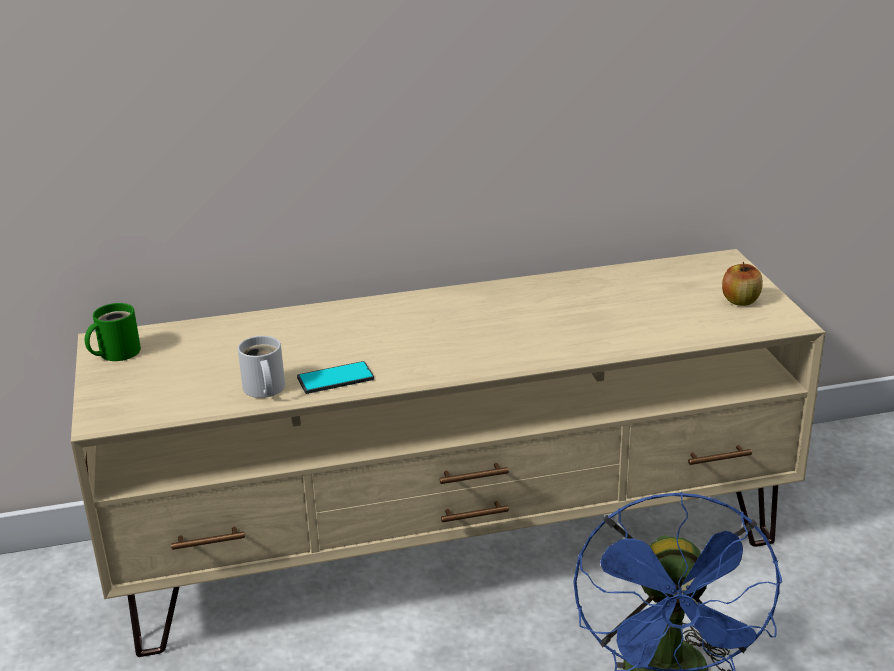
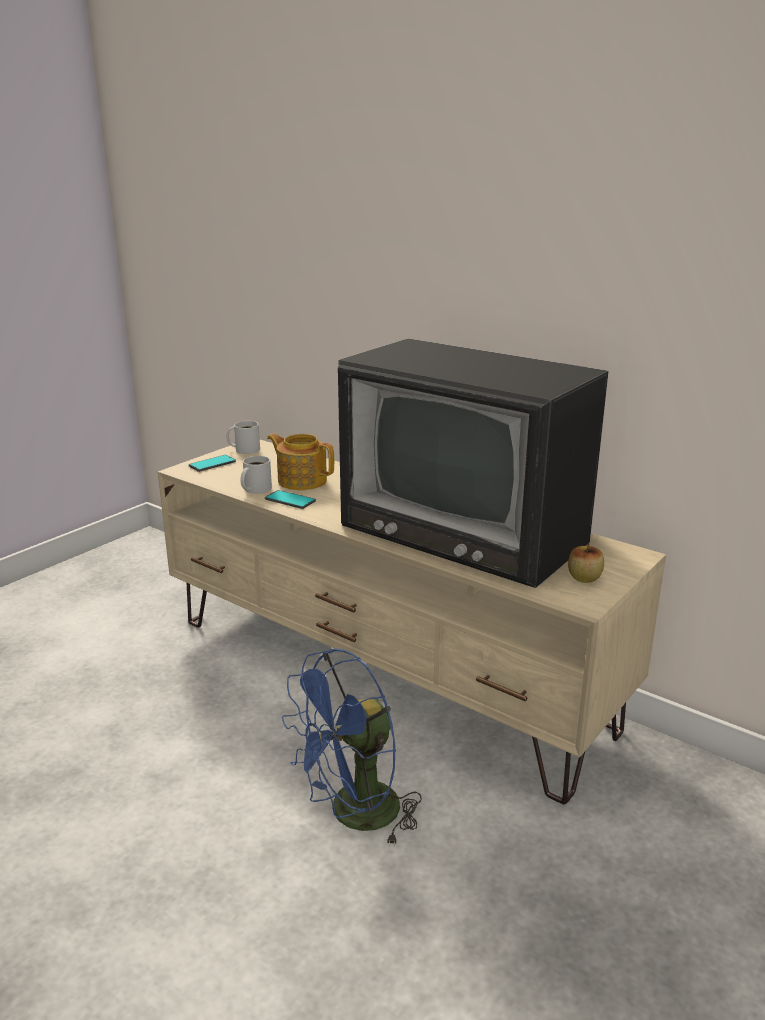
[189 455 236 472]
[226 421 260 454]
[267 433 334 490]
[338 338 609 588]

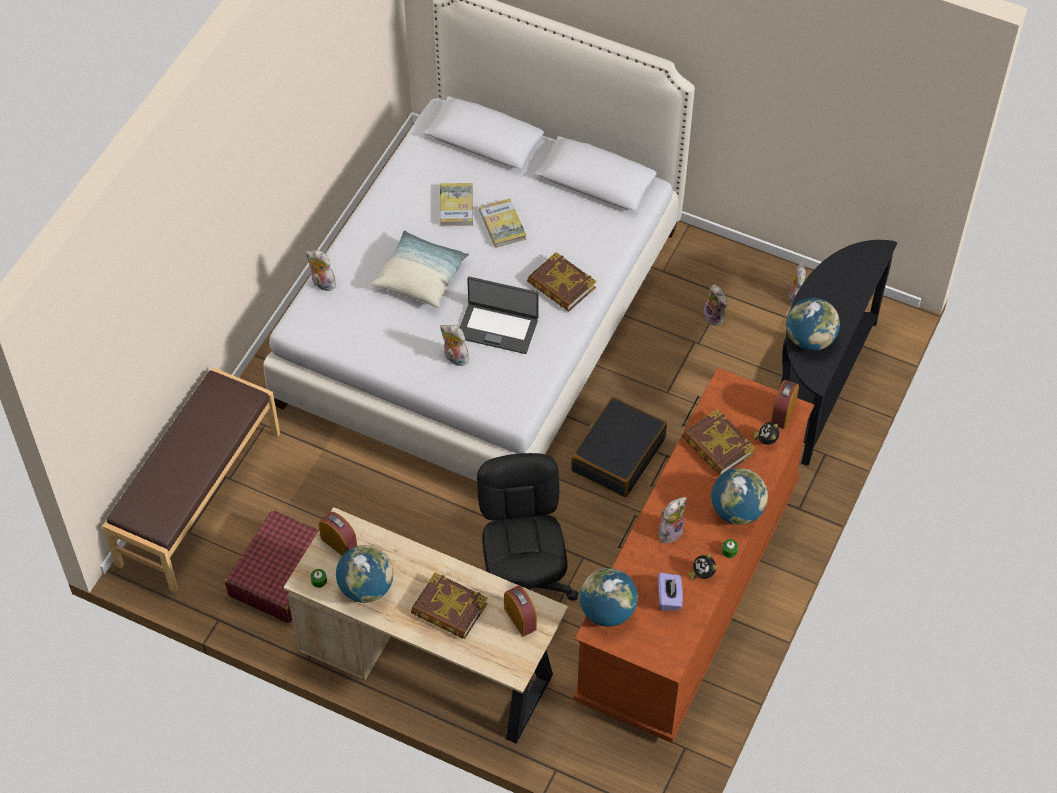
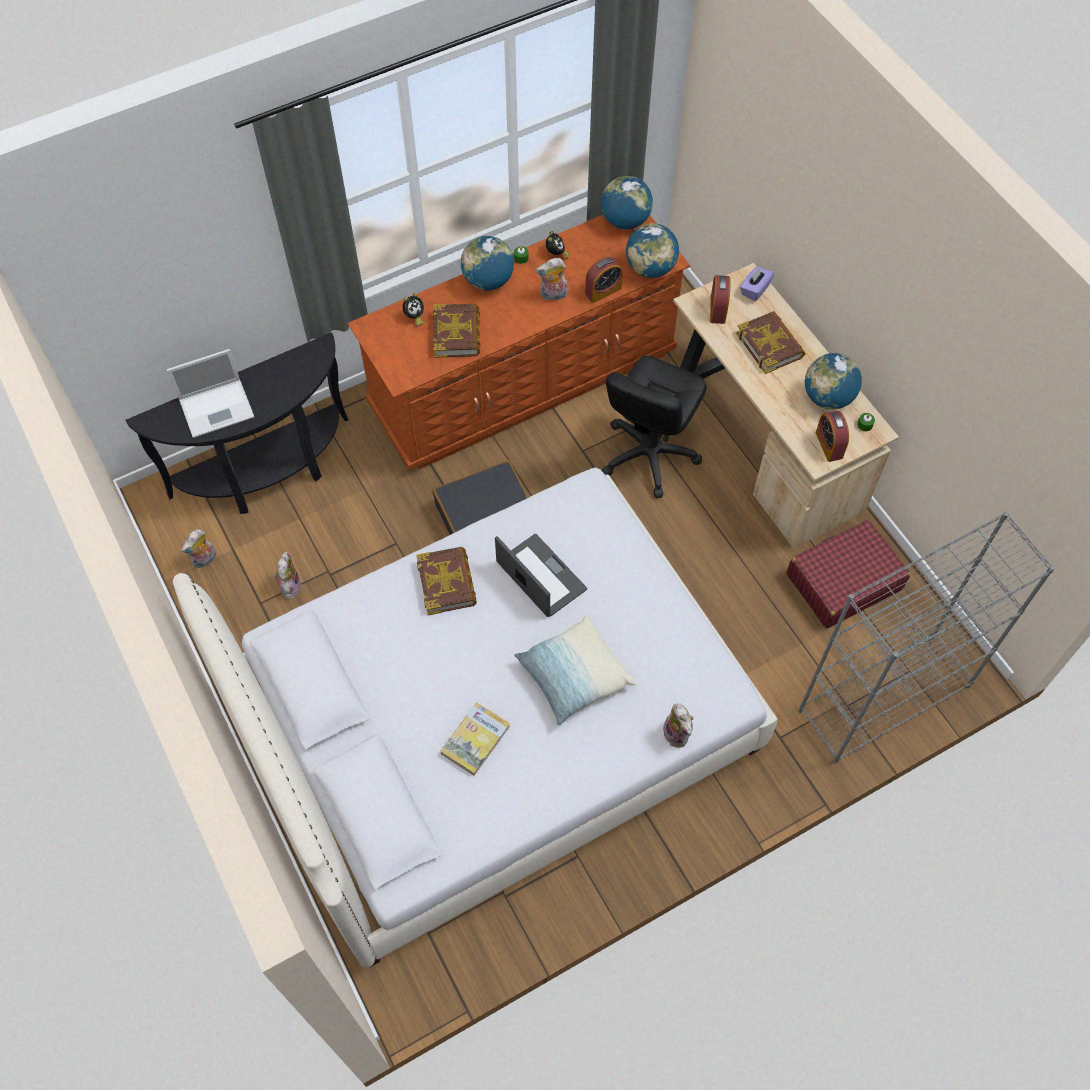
[167 349 254 438]
[585 256 623 303]
[601 176 653 229]
[740 267 774 301]
[798 512 1055 764]
[440 325 469 366] (first image)
[479 199 526 248] (first image)

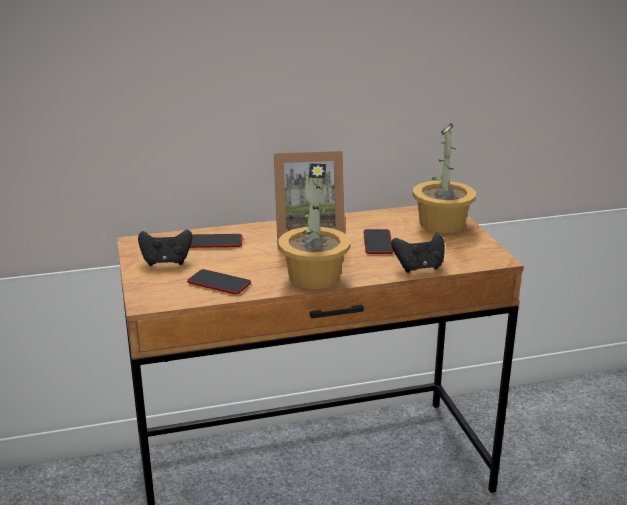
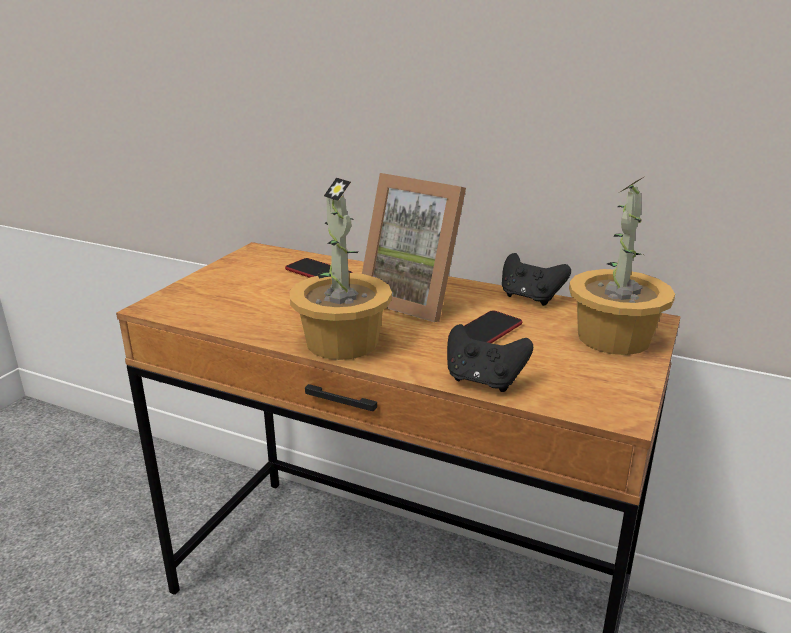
[502 253 571 306]
[187 269 251 295] (first image)

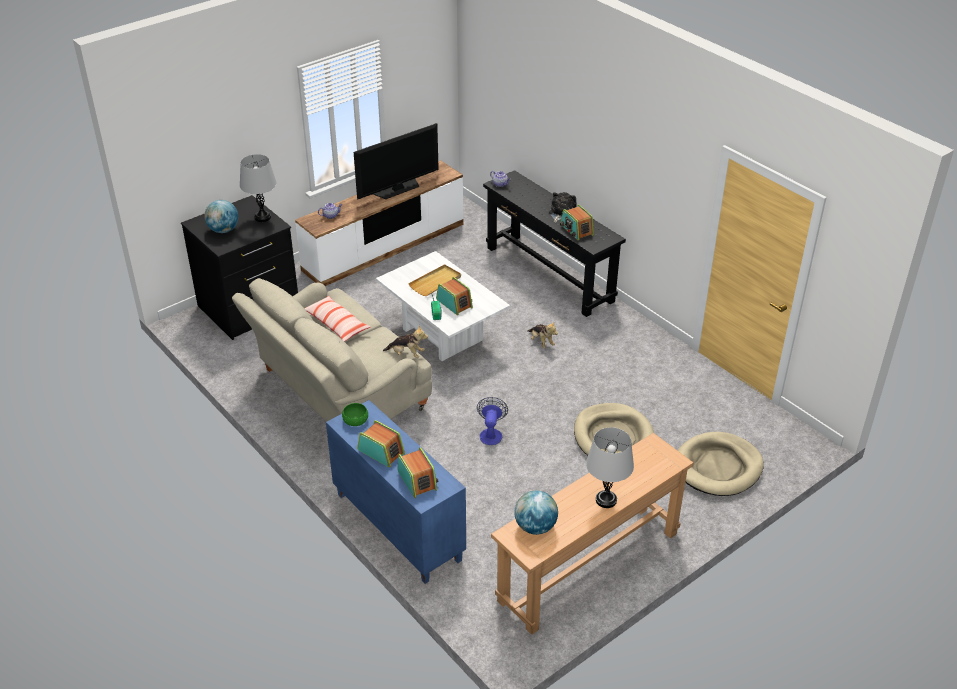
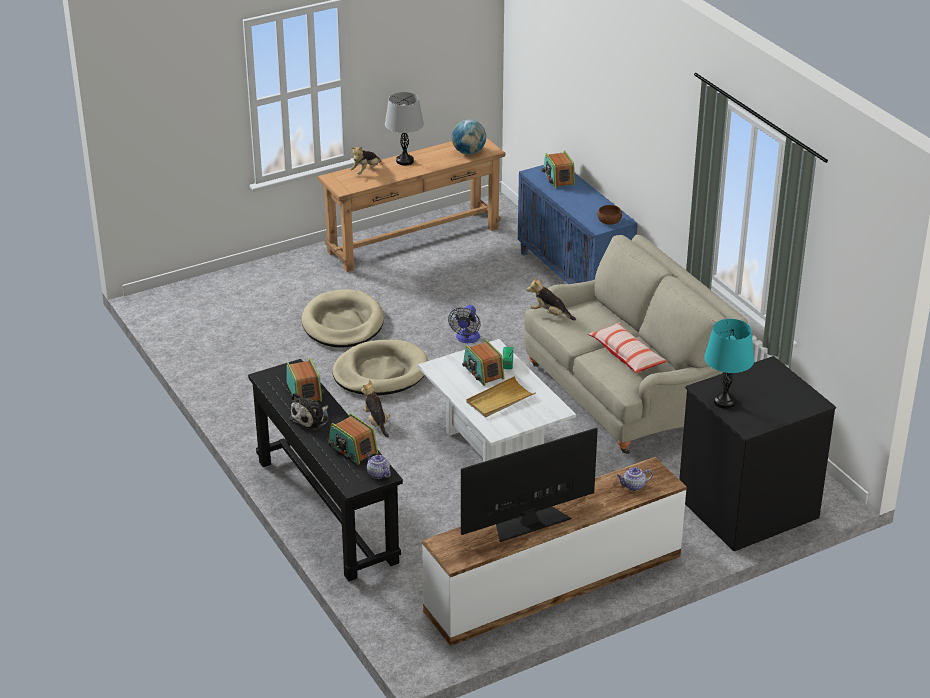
[328 414 378 465]
[332 339 428 396]
[350 147 381 175]
[597 205 622 225]
[704 319 754 409]
[204 200 238 233] (first image)

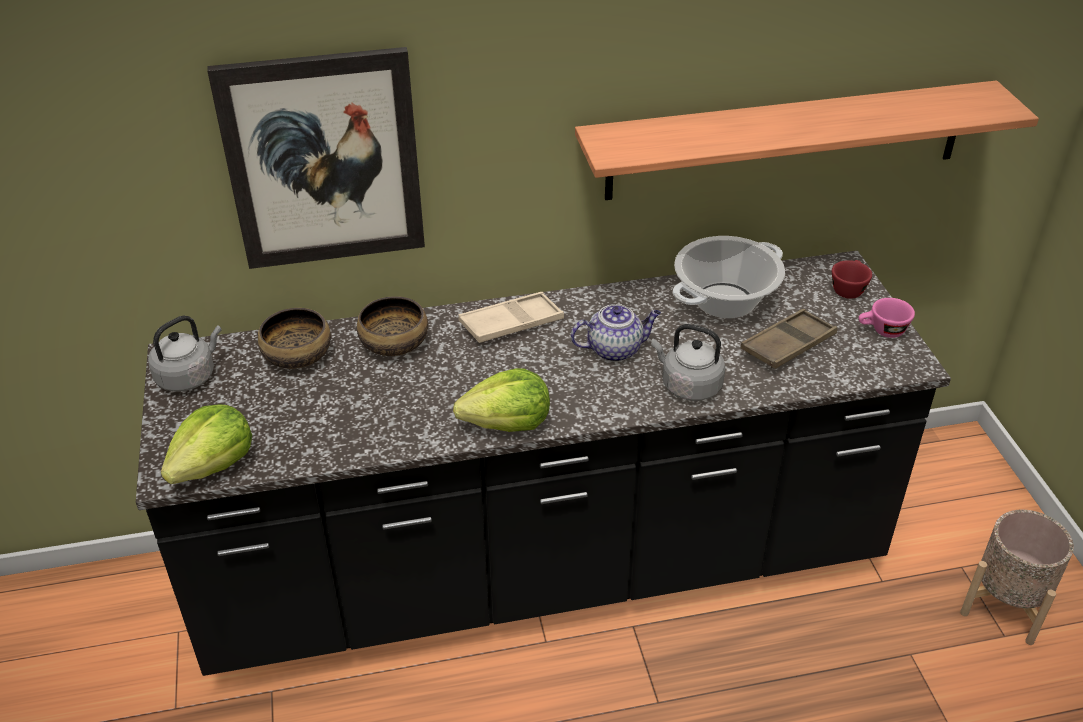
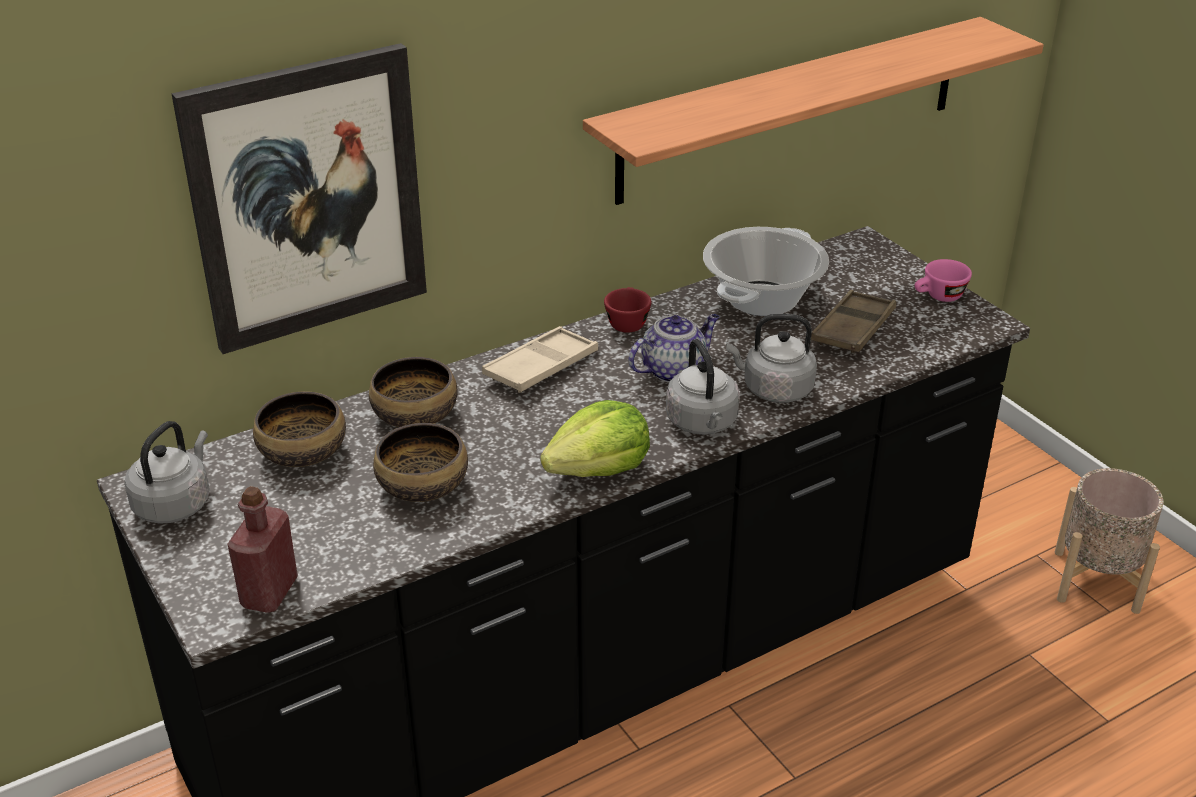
[227 486 298 612]
[373 423 468 502]
[604 287 651 333]
[666 339 740 435]

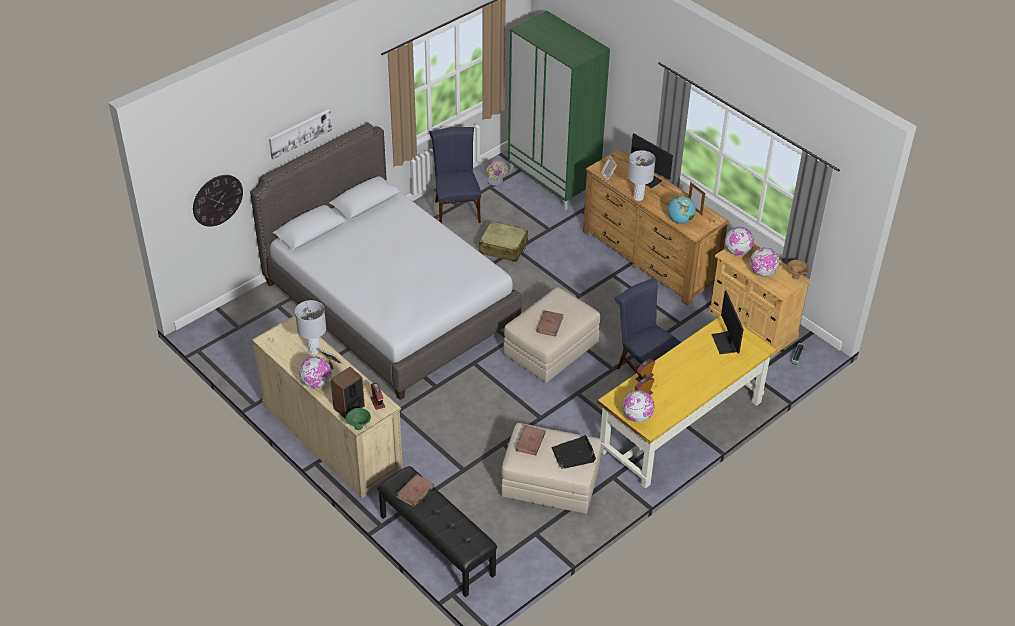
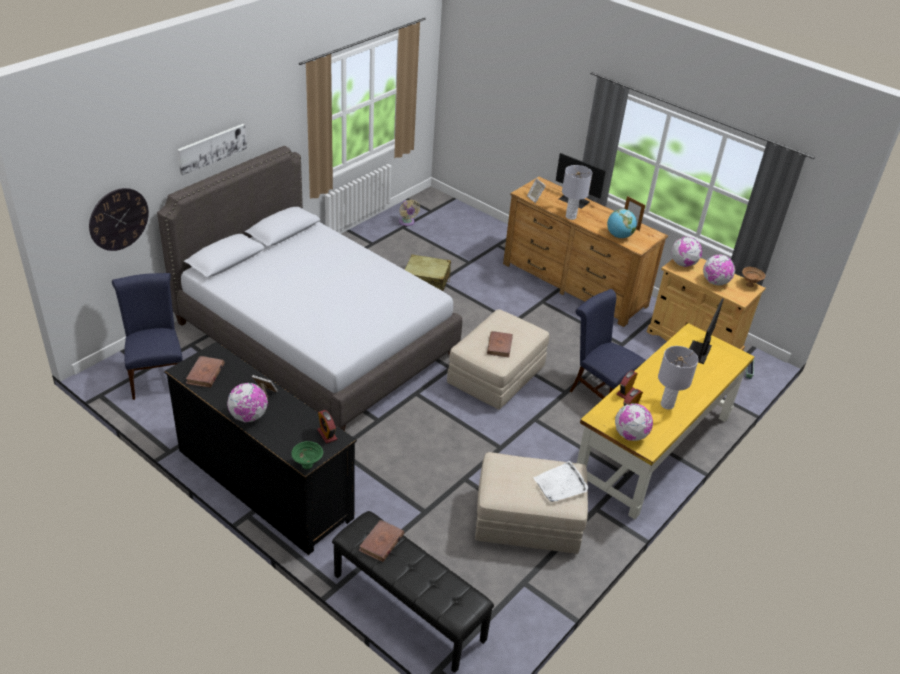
[112 273 183 400]
[164 342 357 555]
[186 356 225 388]
[533 461 588 502]
[658 346 698 410]
[689 298 724 364]
[331 367 365 419] (first image)
[508 11 610 210] (first image)

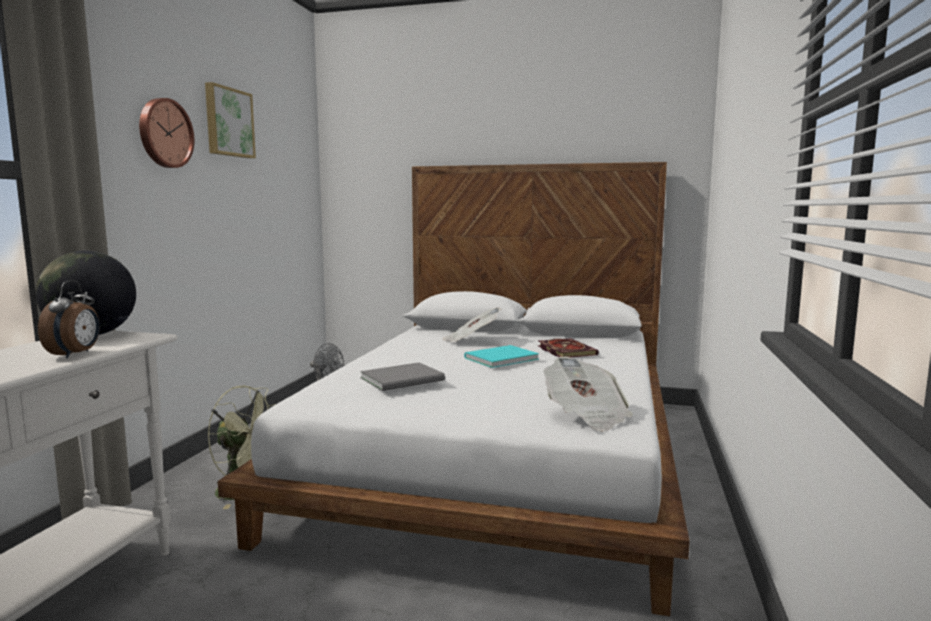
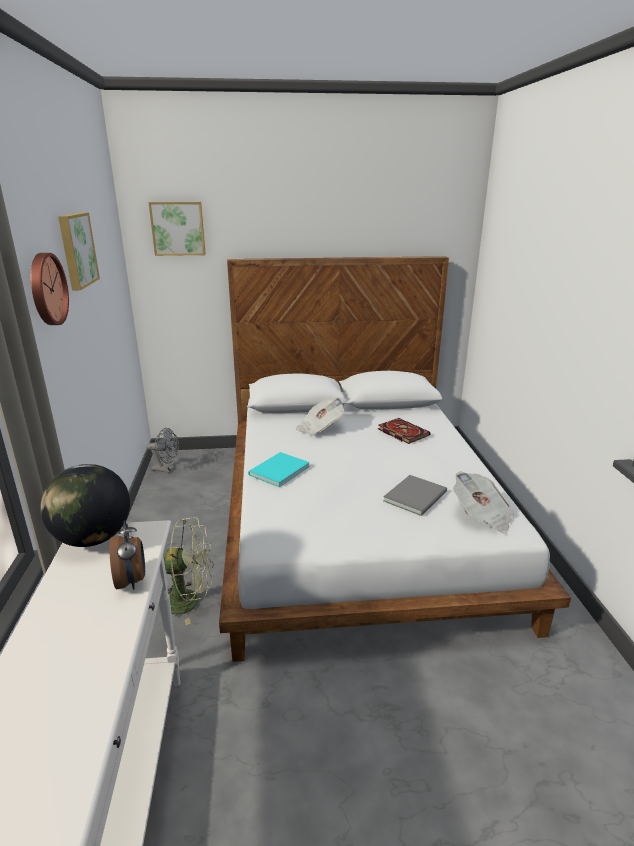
[148 202 206 256]
[248 452 310 487]
[384 475 447 516]

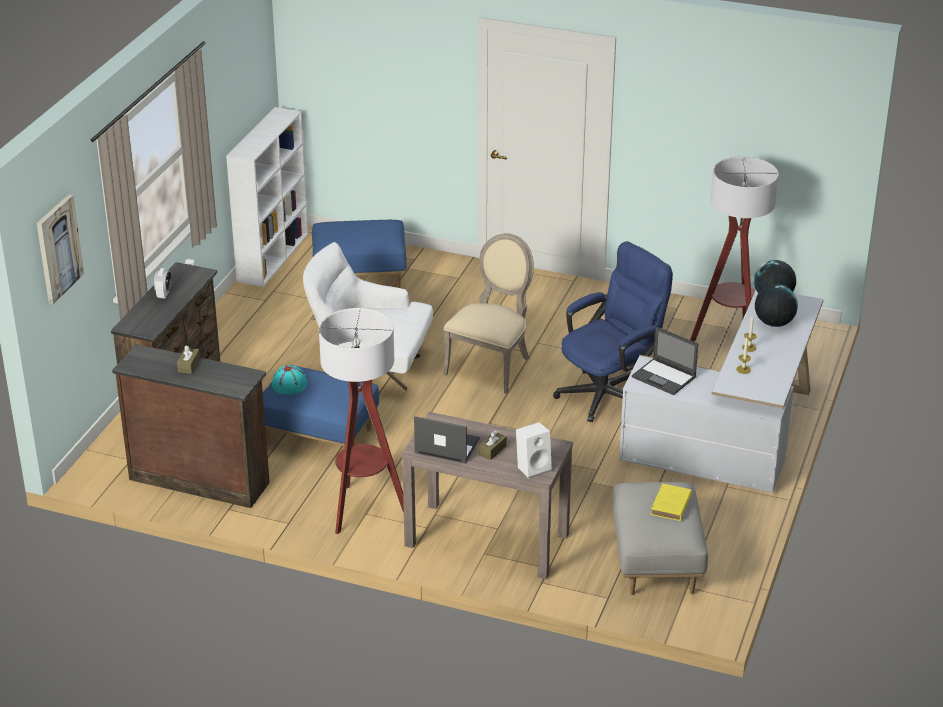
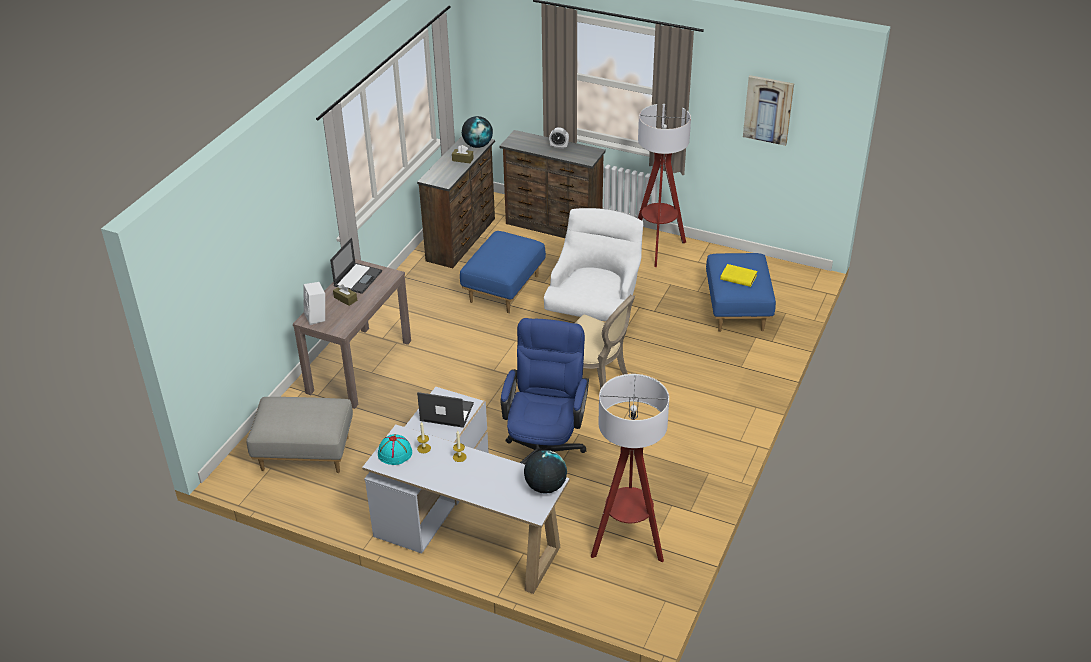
[378 434 412 465]
[417 392 474 428]
[462 116 493 148]
[501 318 589 464]
[638 104 691 267]
[720 264 757 287]
[743 75 794 146]
[226 107 309 287] (first image)

